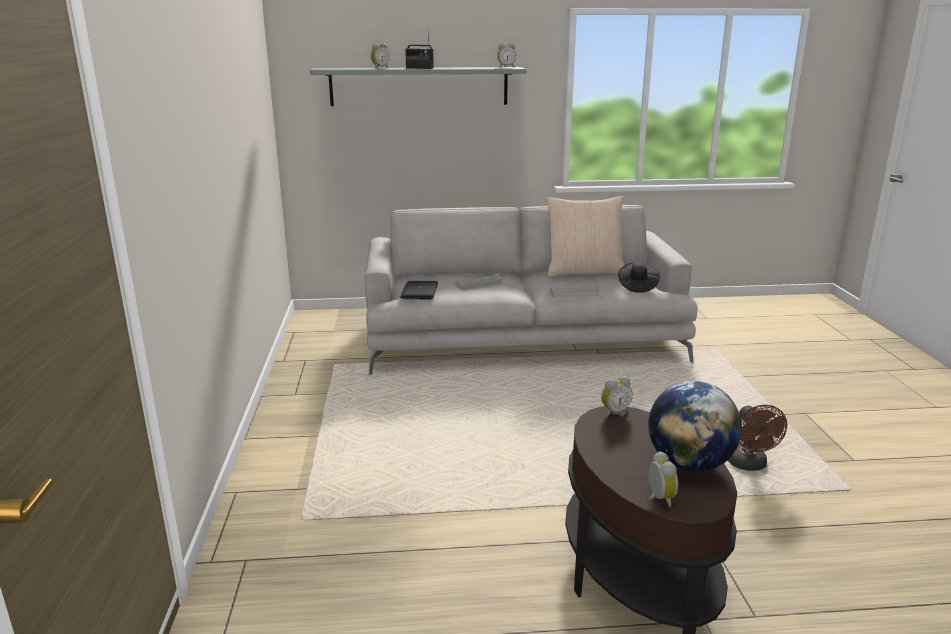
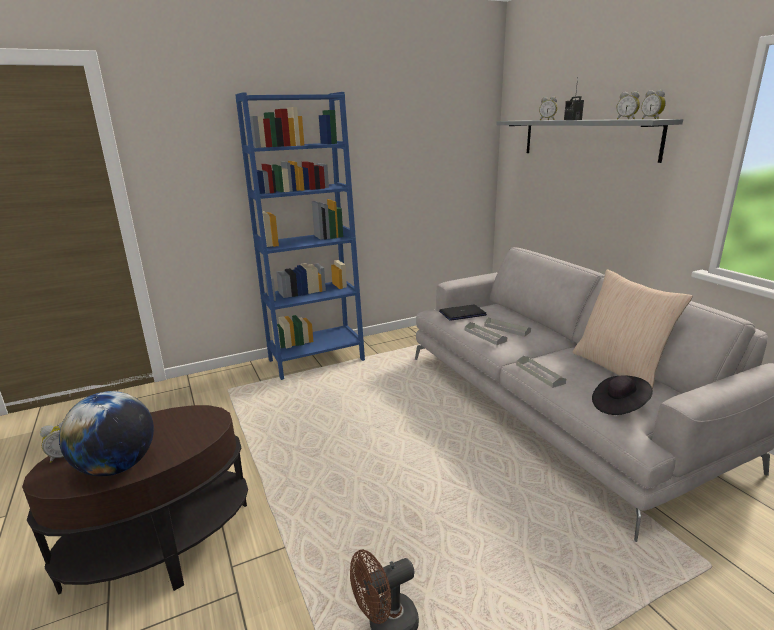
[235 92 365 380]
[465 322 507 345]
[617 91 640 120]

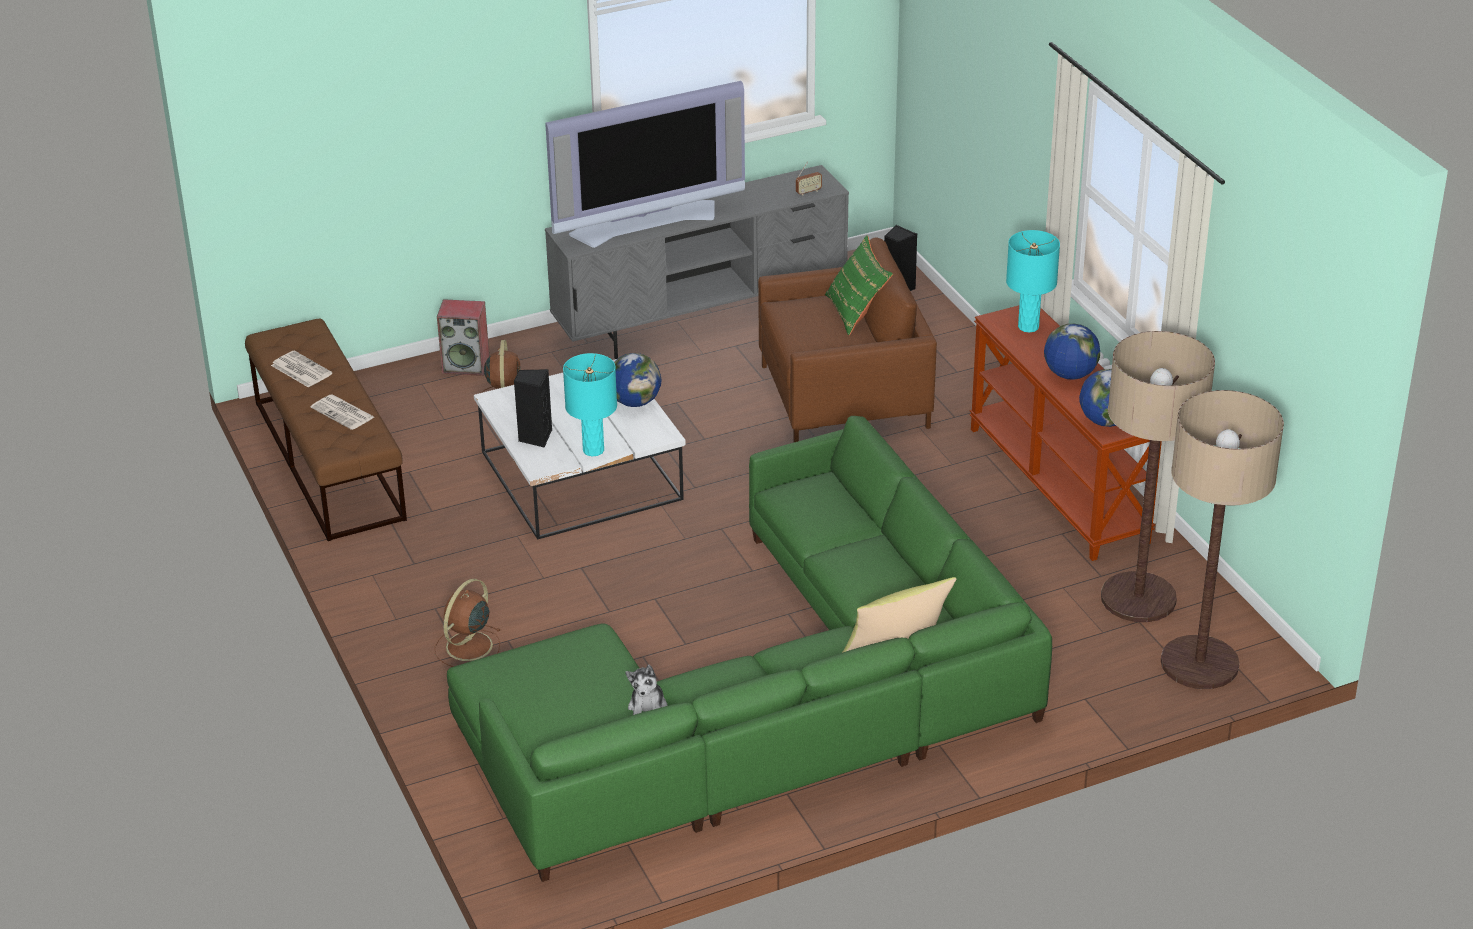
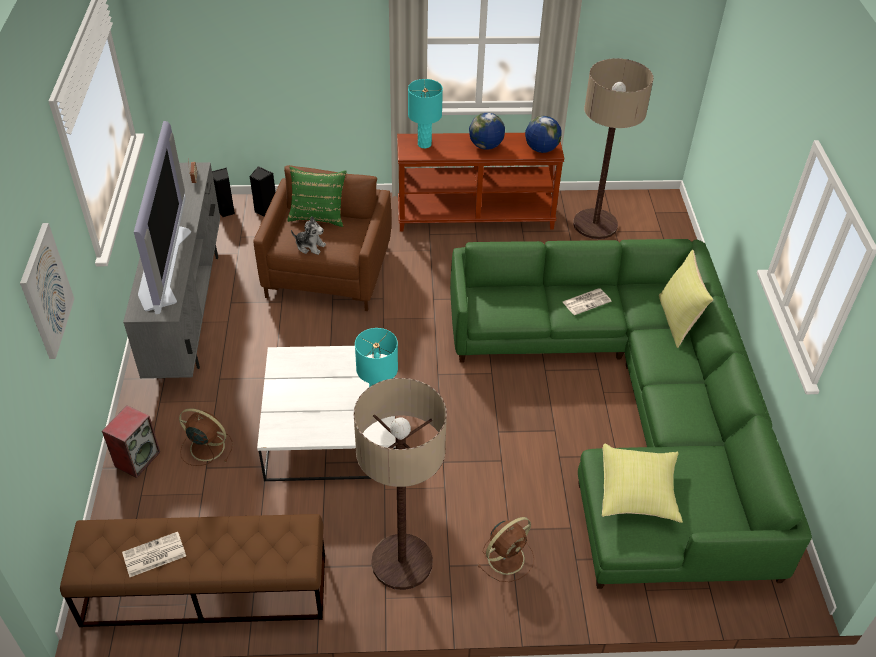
[20 223 74 359]
[249 166 276 216]
[291 216 326 255]
[354 378 447 590]
[478 517 534 582]
[563 288 611 315]
[602 444 683 523]
[614 353 661 407] (first image)

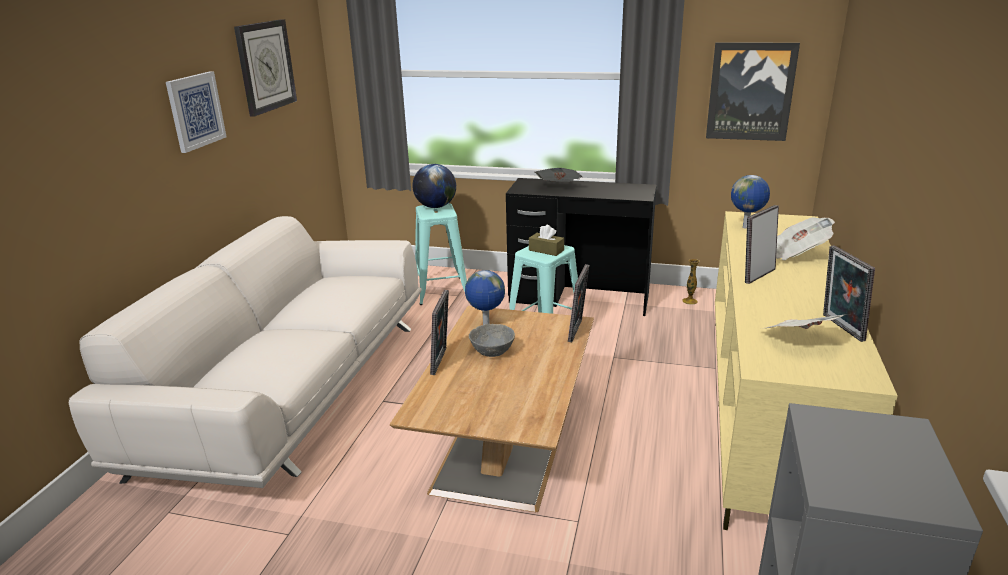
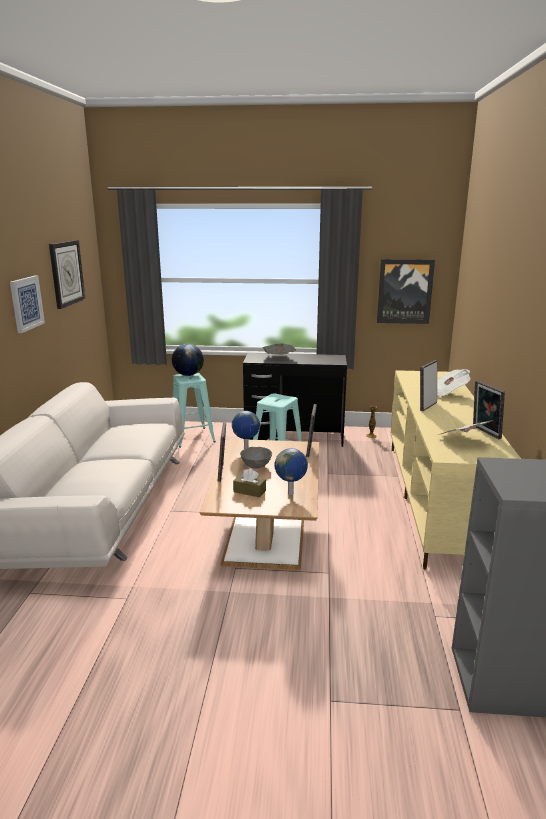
[233 468 266 497]
[274 448 308 495]

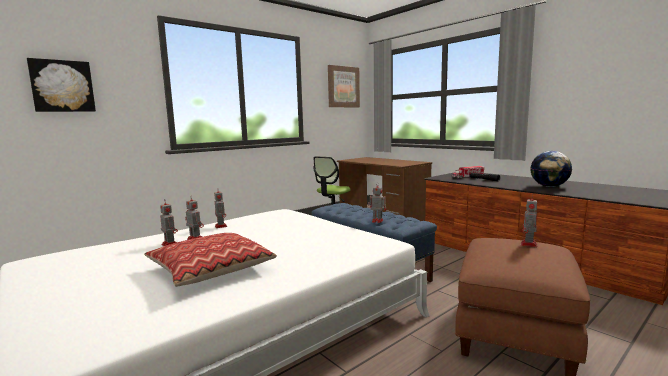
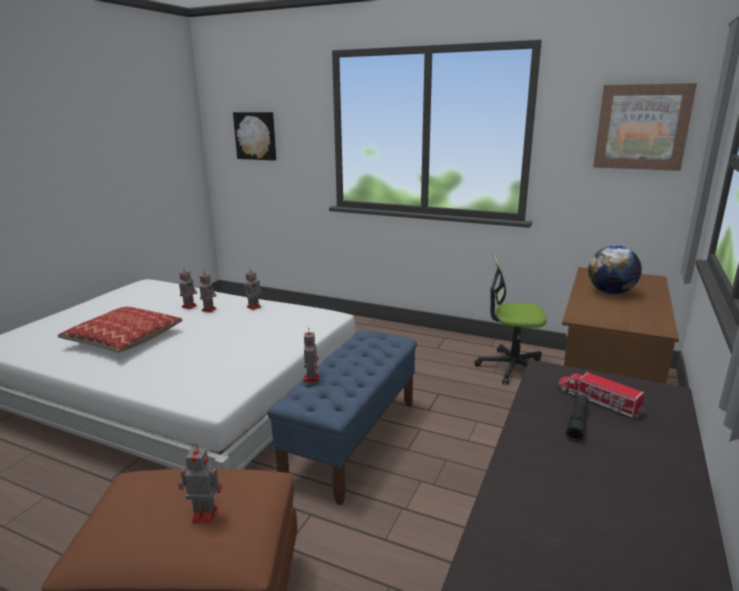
[588 245 642 294]

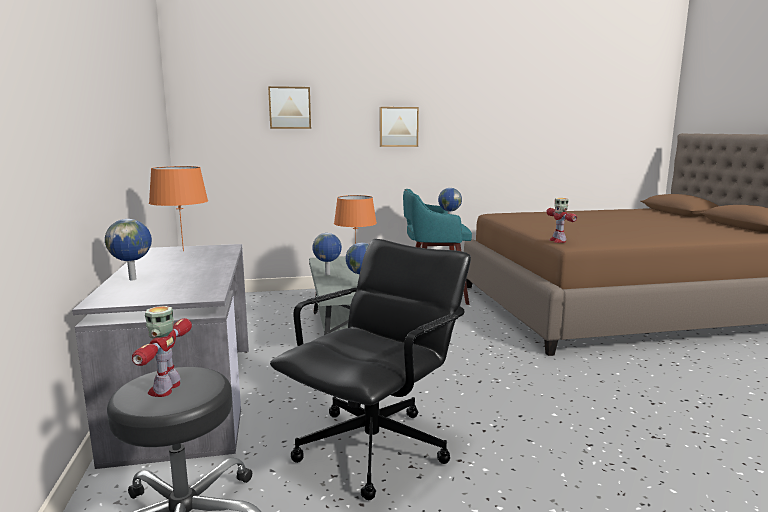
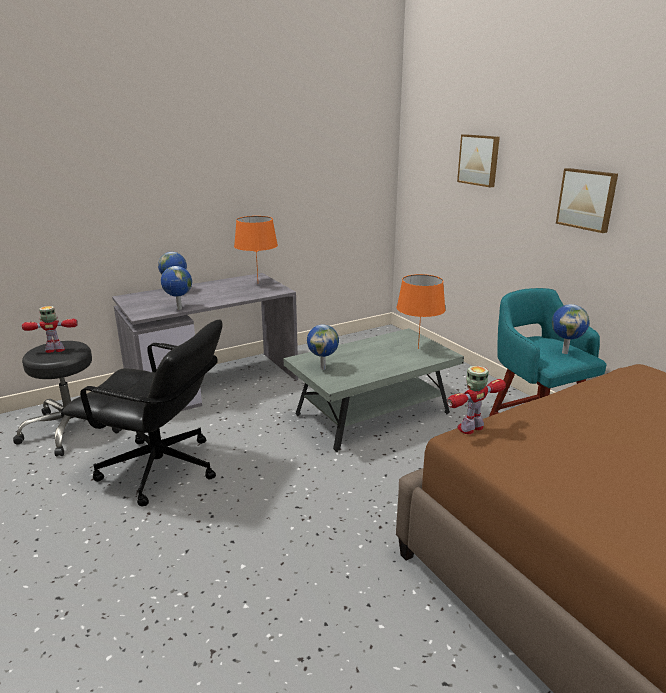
[161 266 192 310]

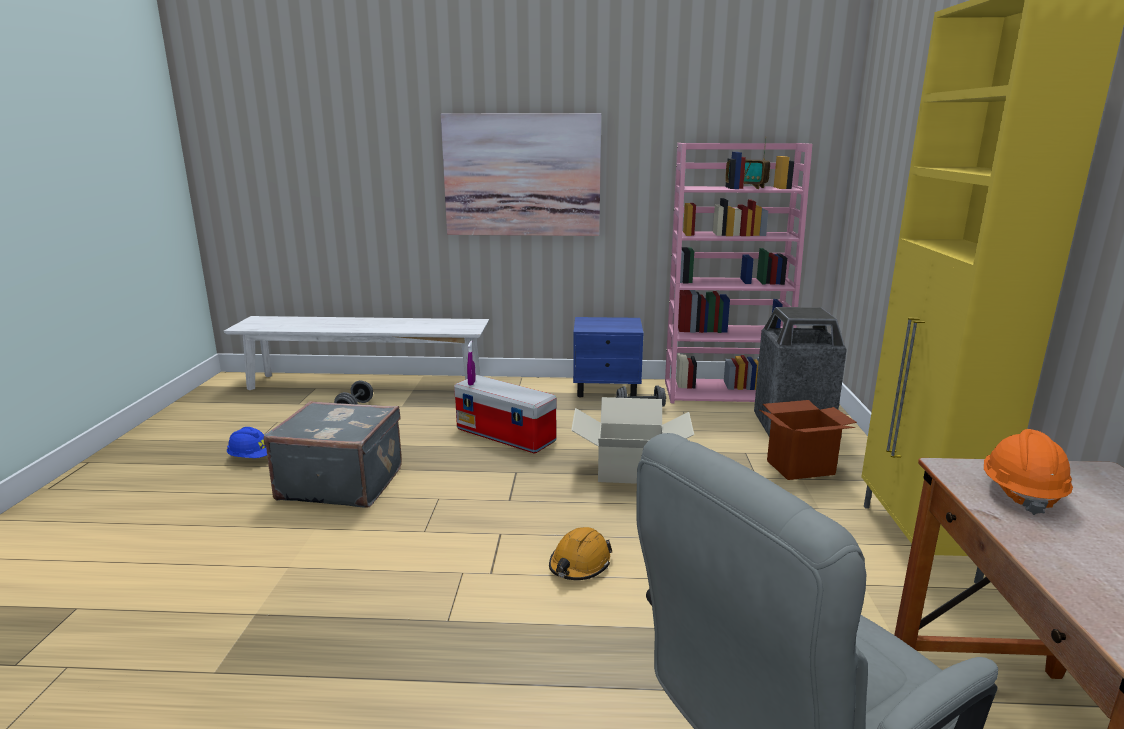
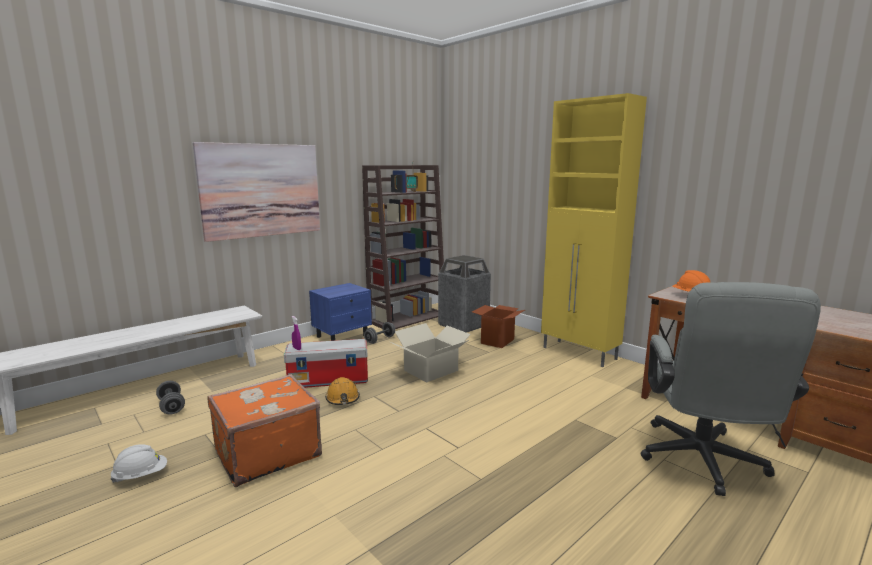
[110 444 167 483]
[207 374 322 487]
[325 377 360 405]
[362 165 444 329]

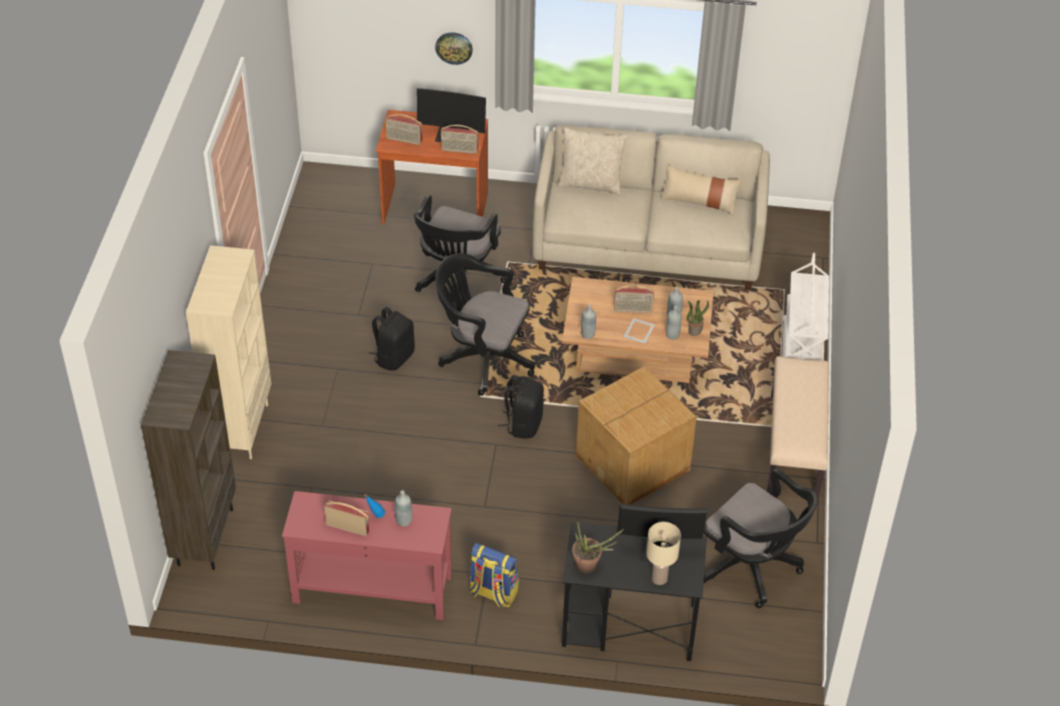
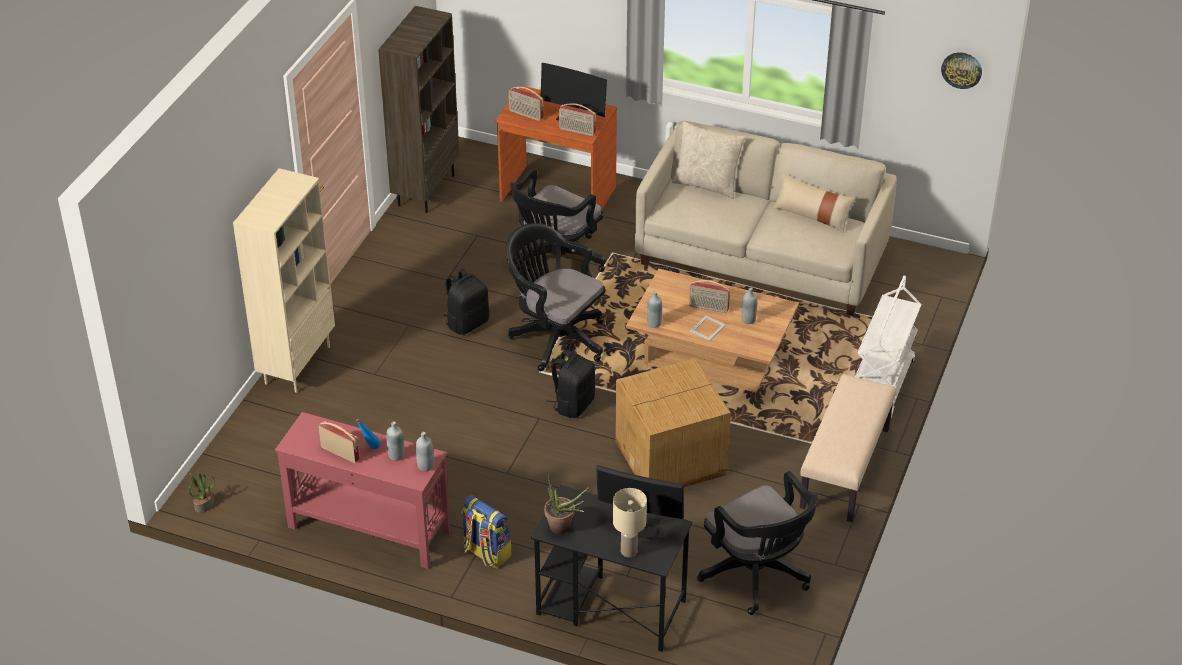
[188 473 215 513]
[378 6 459 213]
[416 432 434 471]
[941 52 982 89]

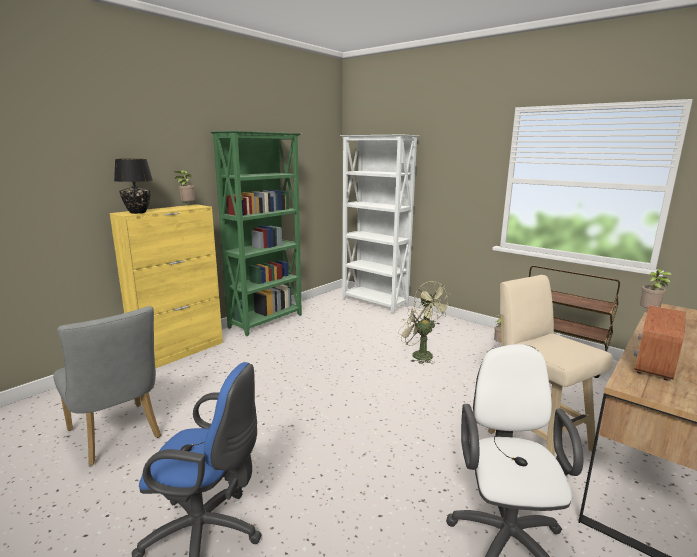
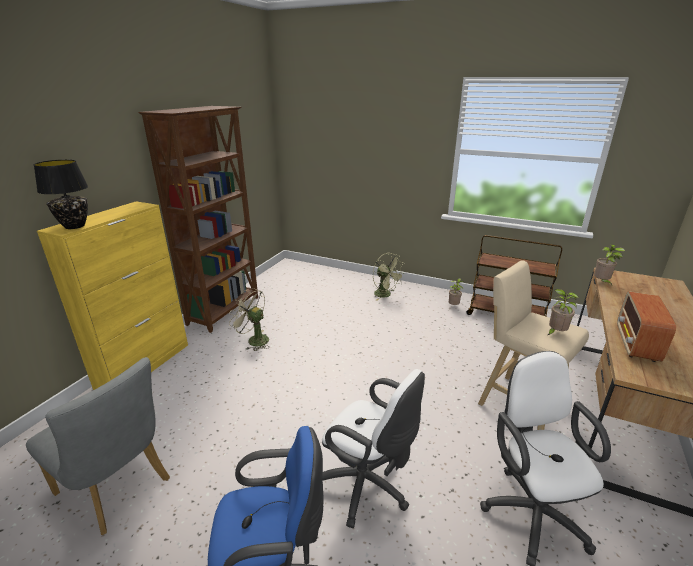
[138 106 258 333]
[229 288 269 351]
[322 369 425 528]
[548 289 579 335]
[340 135 419 314] (first image)

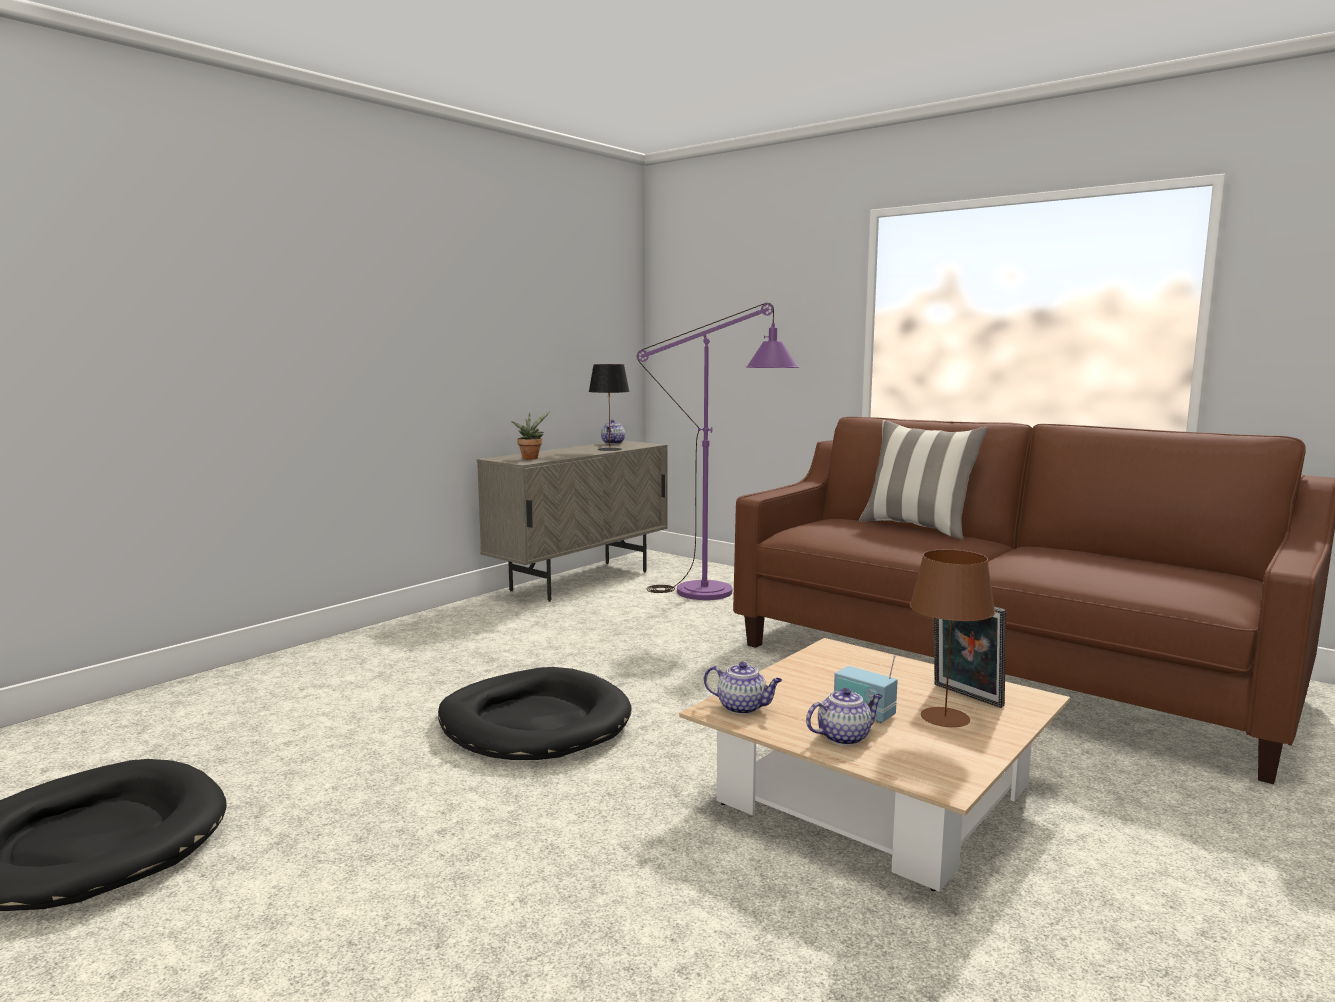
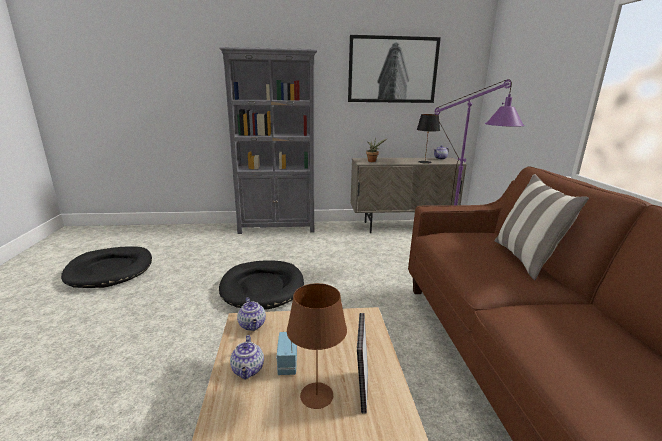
[219 47 317 234]
[230 335 264 379]
[348 35 441 103]

